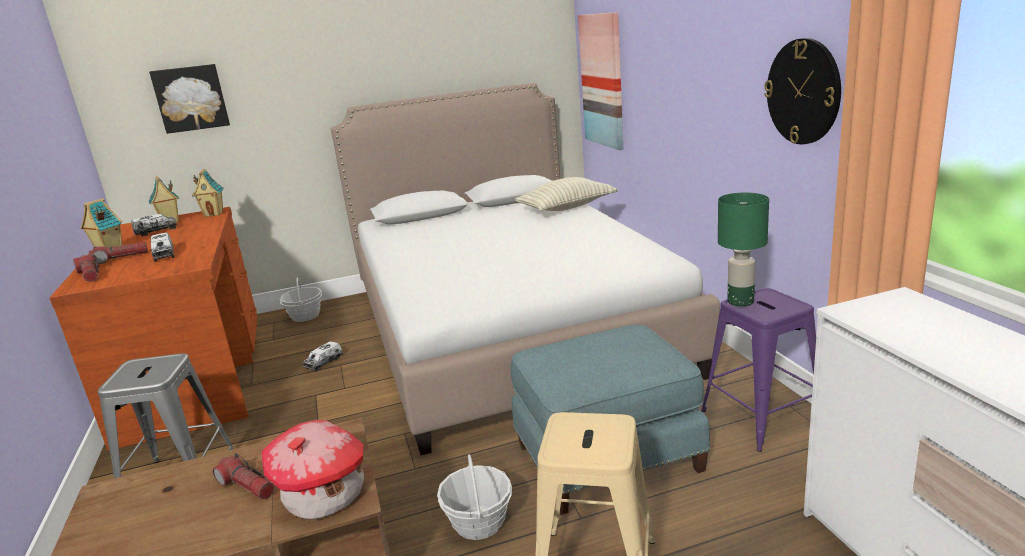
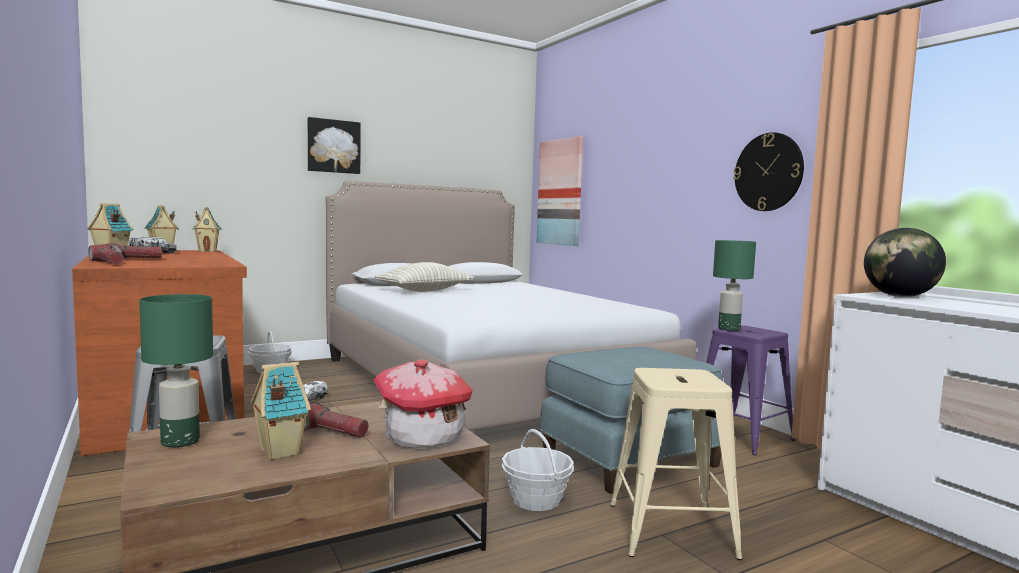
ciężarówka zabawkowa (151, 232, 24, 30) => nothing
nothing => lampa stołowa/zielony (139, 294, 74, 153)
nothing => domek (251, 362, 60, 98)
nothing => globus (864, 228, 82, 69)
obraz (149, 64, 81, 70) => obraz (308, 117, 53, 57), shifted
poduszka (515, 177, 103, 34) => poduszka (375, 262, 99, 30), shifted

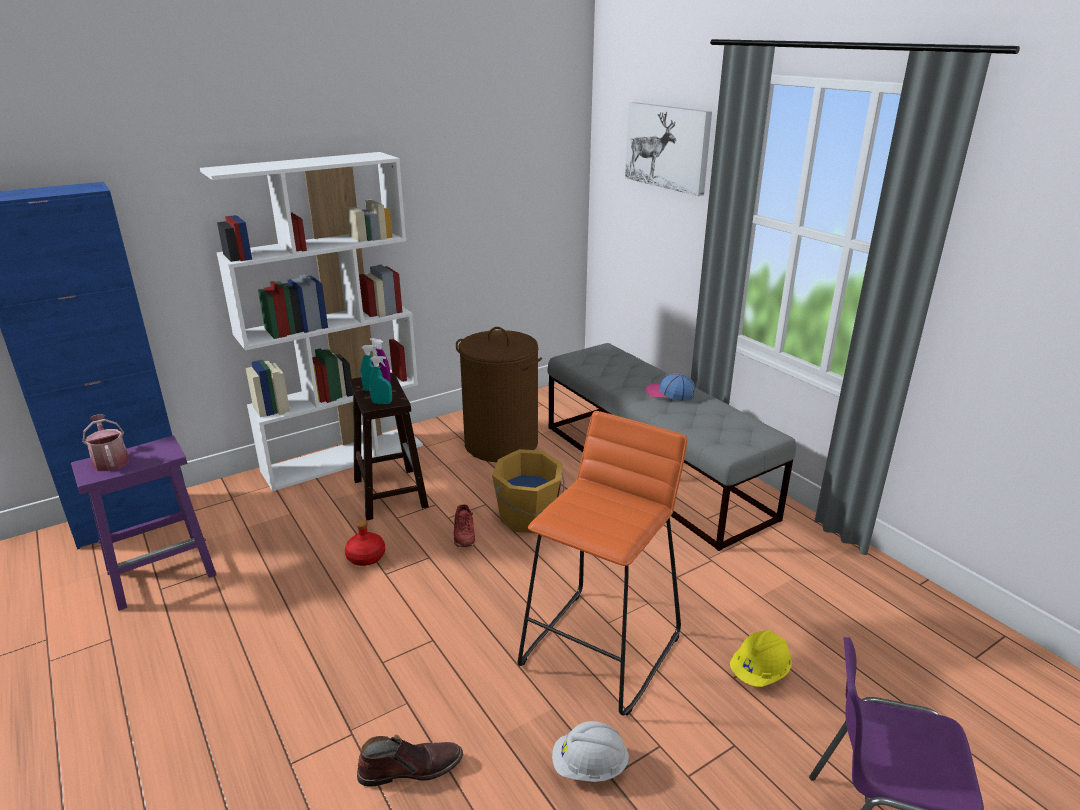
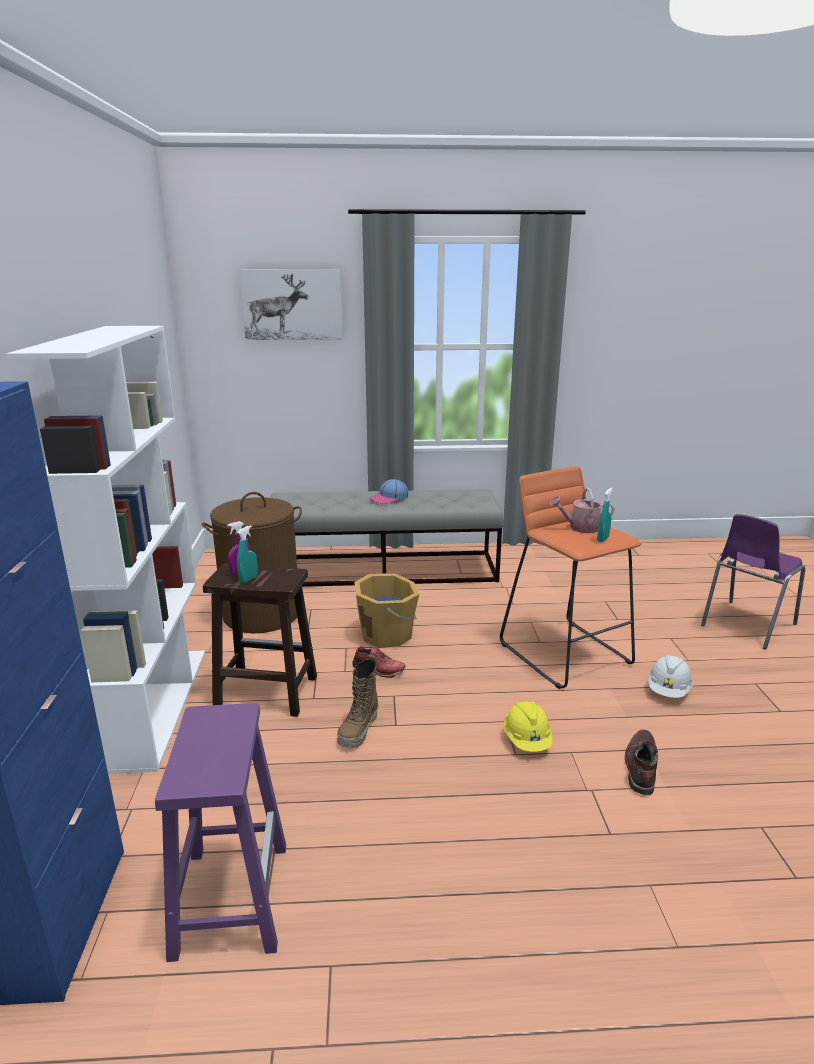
konewka (83, 414, 46, 57) => konewka (549, 488, 65, 45), shifted
spryskiwacz/turkusowy (369, 356, 23, 48) => spryskiwacz/turkusowy (597, 488, 16, 54), shifted
kask/żółty (730, 630, 62, 57) => kask/żółty (504, 701, 49, 51), shifted
butelka/czerwony (345, 520, 40, 46) => but z cholewką (337, 655, 41, 93)

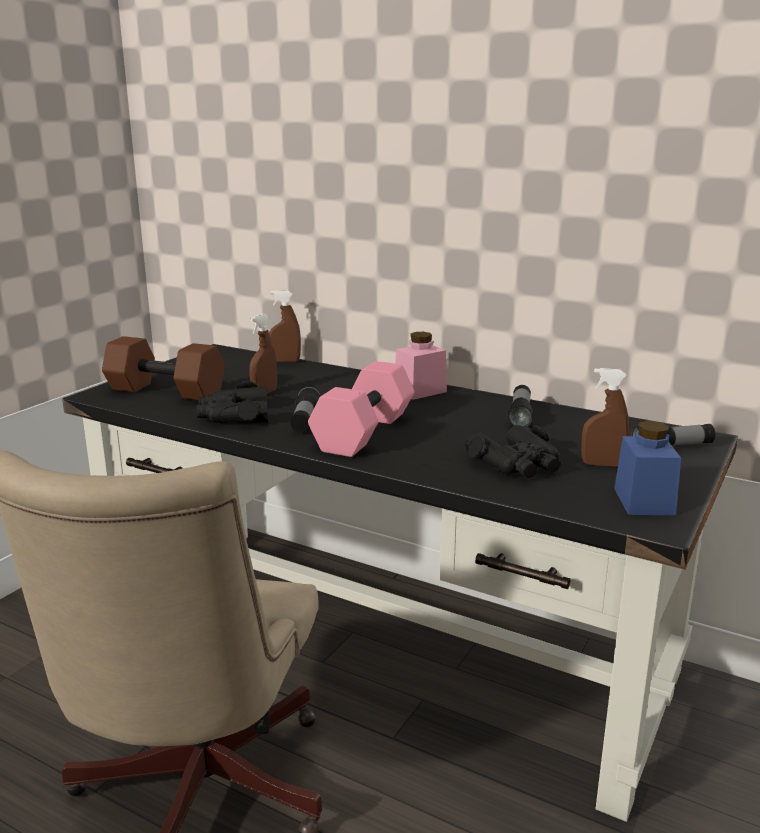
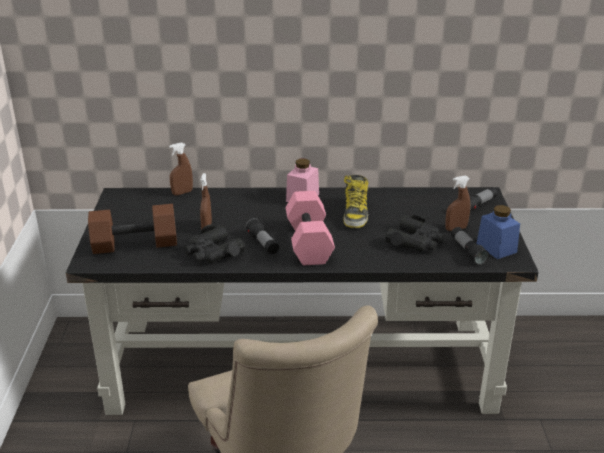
nothing => but z cholewką (343, 175, 25, 53)
latarka (508, 385, 25, 41) => latarka (451, 227, 39, 38), shifted

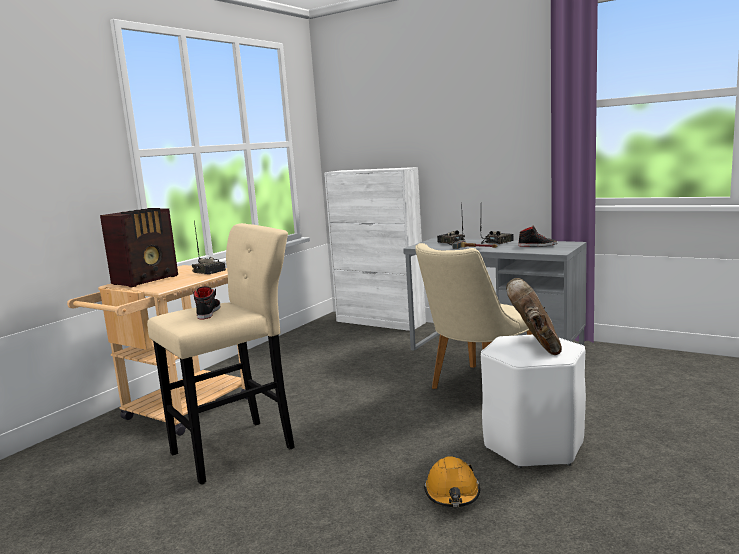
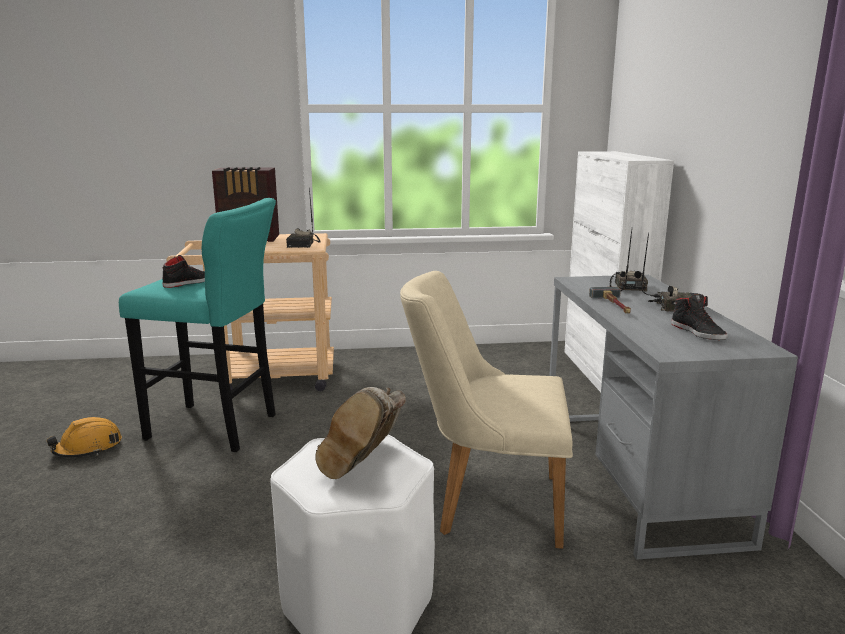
kask/pomarańczowy (424, 456, 56, 51) => kask/pomarańczowy (46, 417, 76, 40), shifted
stołek/beżowy (147, 223, 148, 261) => stołek/turkusowy (119, 198, 157, 254)
but z cholewką/brązowy (506, 278, 56, 77) => but z cholewką/brązowy (315, 387, 91, 92), 150 degrees clockwise

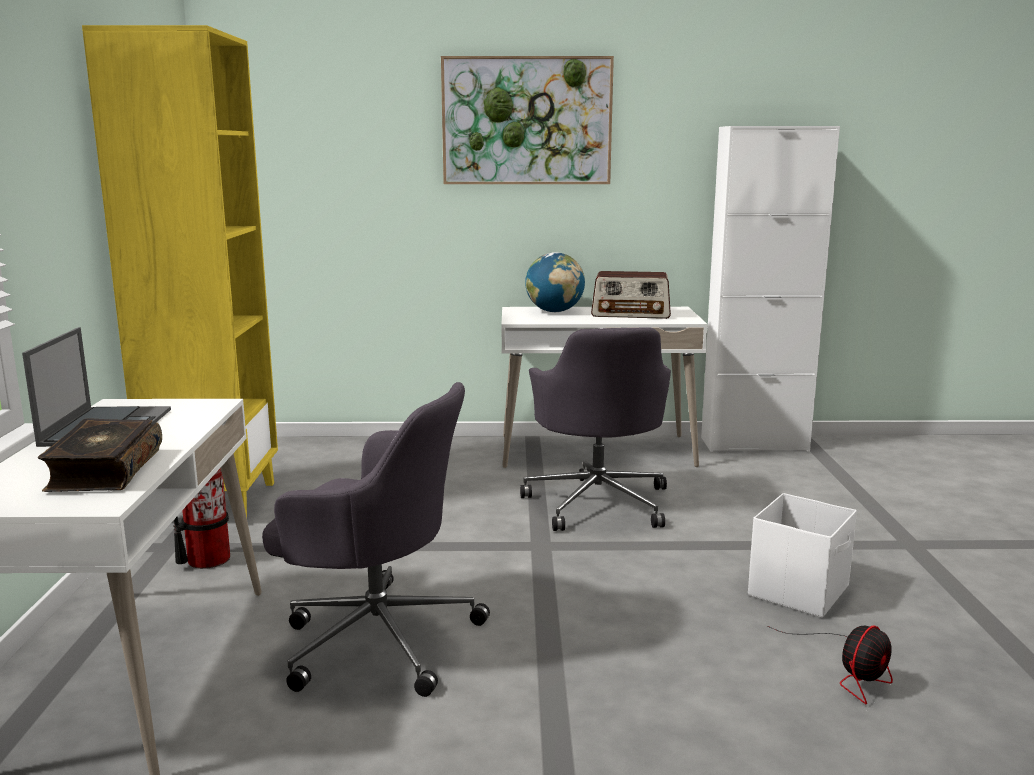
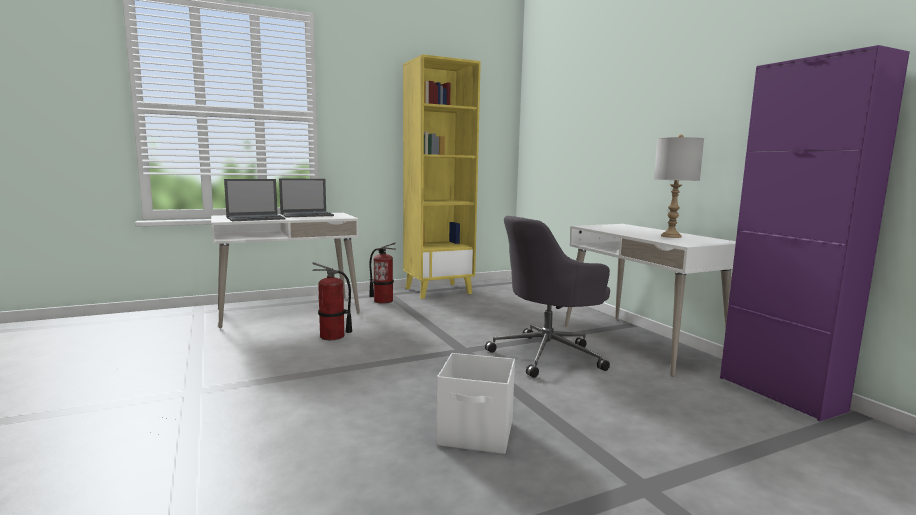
obraz (441, 56, 173, 128) => nothing
globus (525, 252, 60, 60) => nothing
wentylator (768, 626, 125, 78) => nothing
książka (38, 418, 124, 74) => laptop (224, 179, 62, 42)
krzesło biurowe/szary (262, 382, 228, 315) => gaśnica (312, 262, 40, 78)
radio (591, 271, 80, 48) => lampa stołowa/szary (654, 134, 50, 104)
szafka/biały (701, 126, 139, 326) => szafka/fioletowy (720, 45, 190, 376)

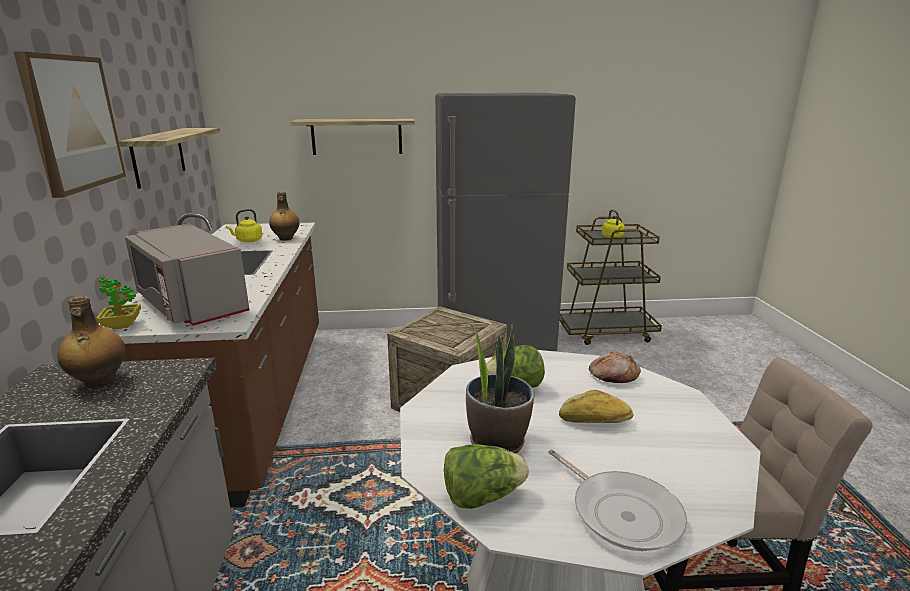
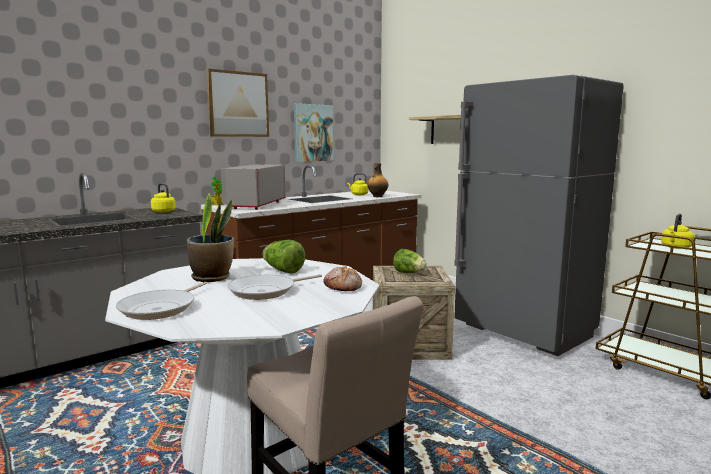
sałata (444, 444, 85, 65) => sałata (393, 249, 34, 24), shifted
butelka (57, 296, 68, 92) => czajnik/żółty (151, 183, 25, 30)
półka (119, 128, 101, 61) => obraz (294, 103, 39, 59)
chleb (559, 390, 74, 33) => patelnia (227, 274, 95, 26)

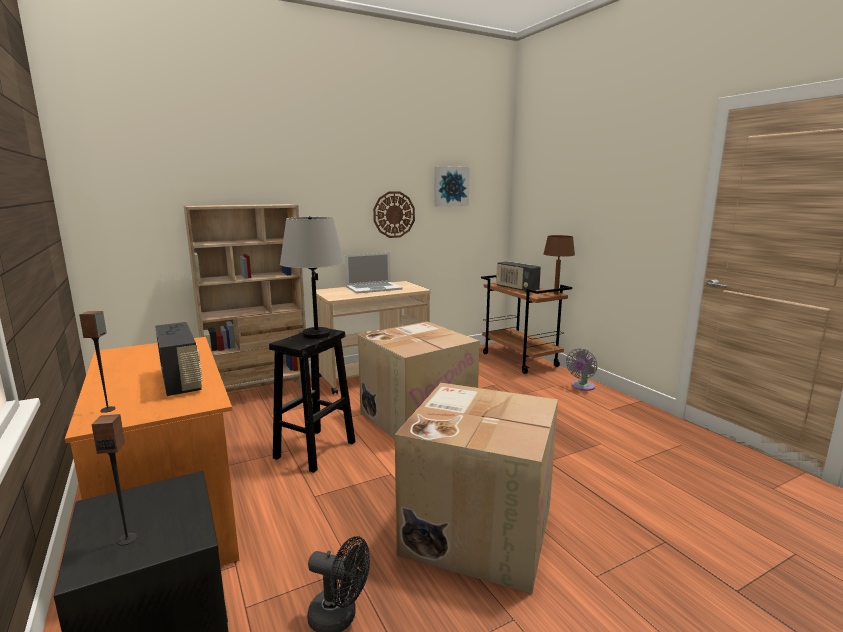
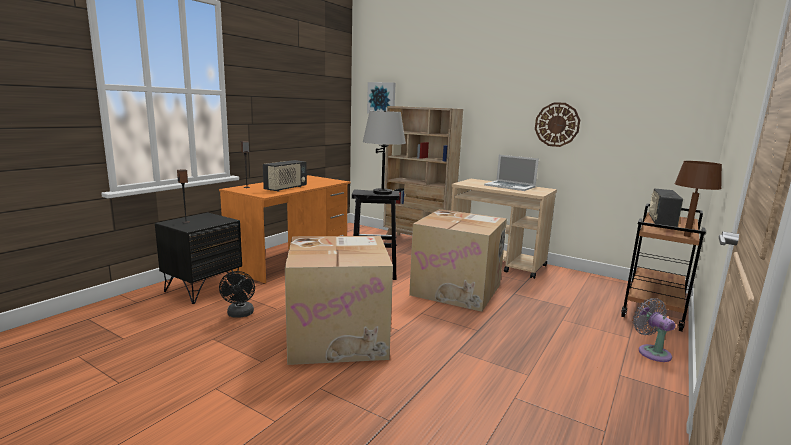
obraz (434, 166, 36, 40) => obraz (367, 82, 28, 32), shifted
wentylator/szary (566, 348, 31, 43) => wentylator/szary (633, 298, 42, 64), 60 degrees clockwise

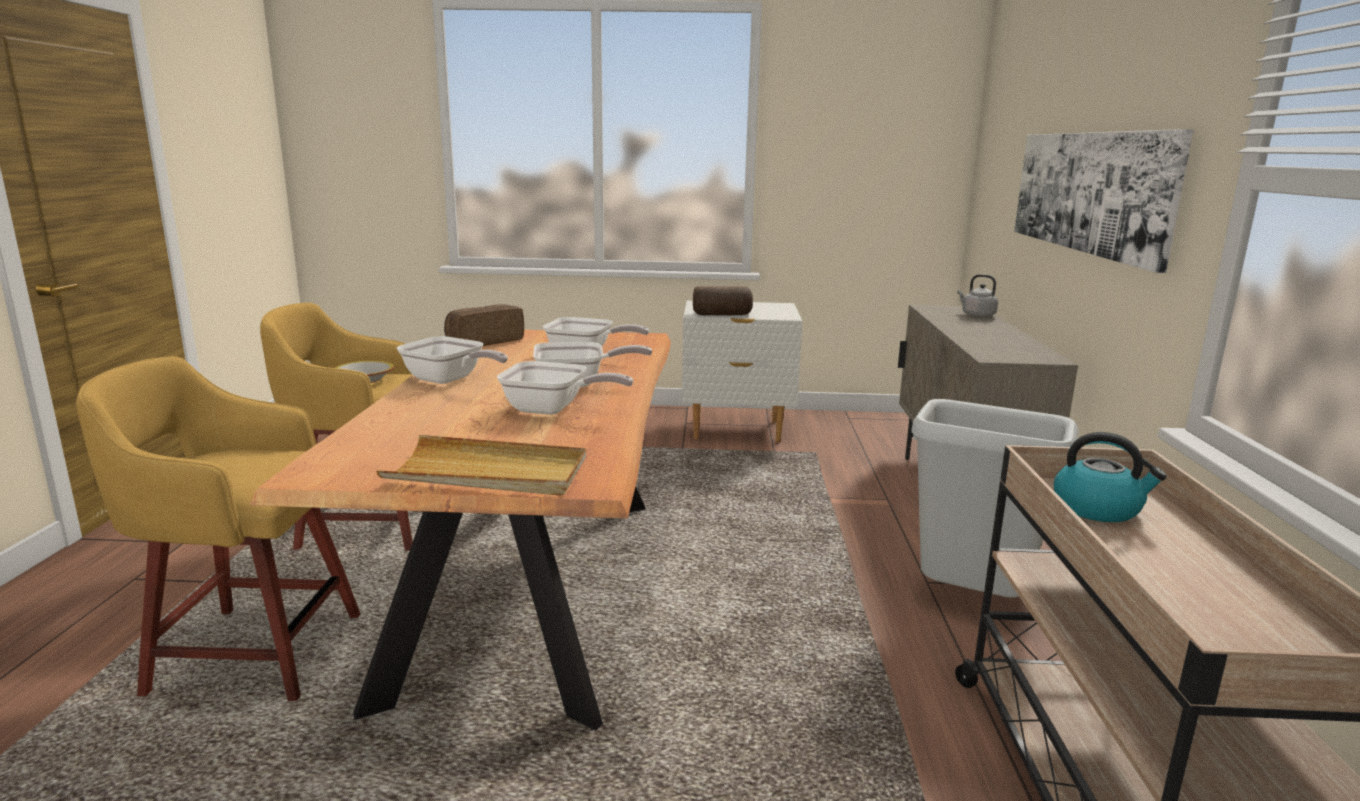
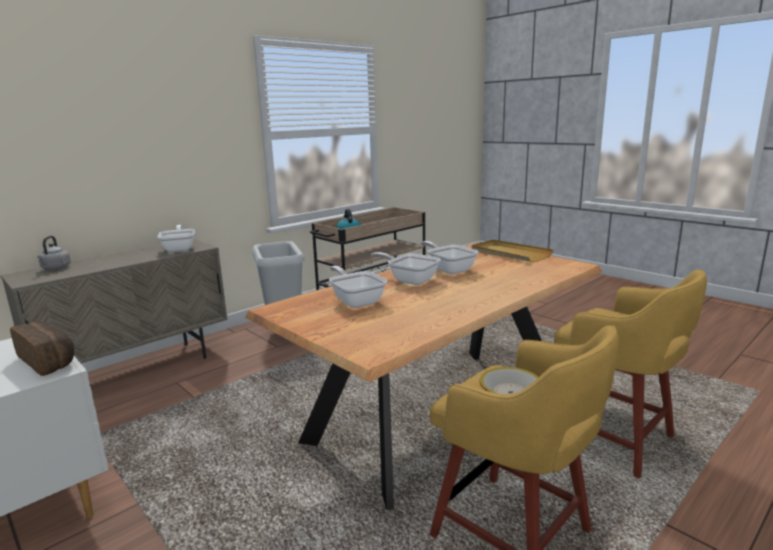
chleb (444, 305, 80, 41) => nothing
obraz (1014, 129, 180, 144) => nothing
patelnia (397, 336, 111, 48) => patelnia (157, 225, 38, 27), shifted

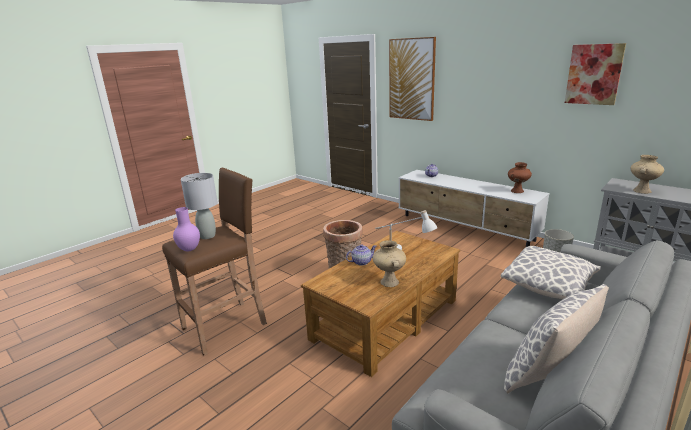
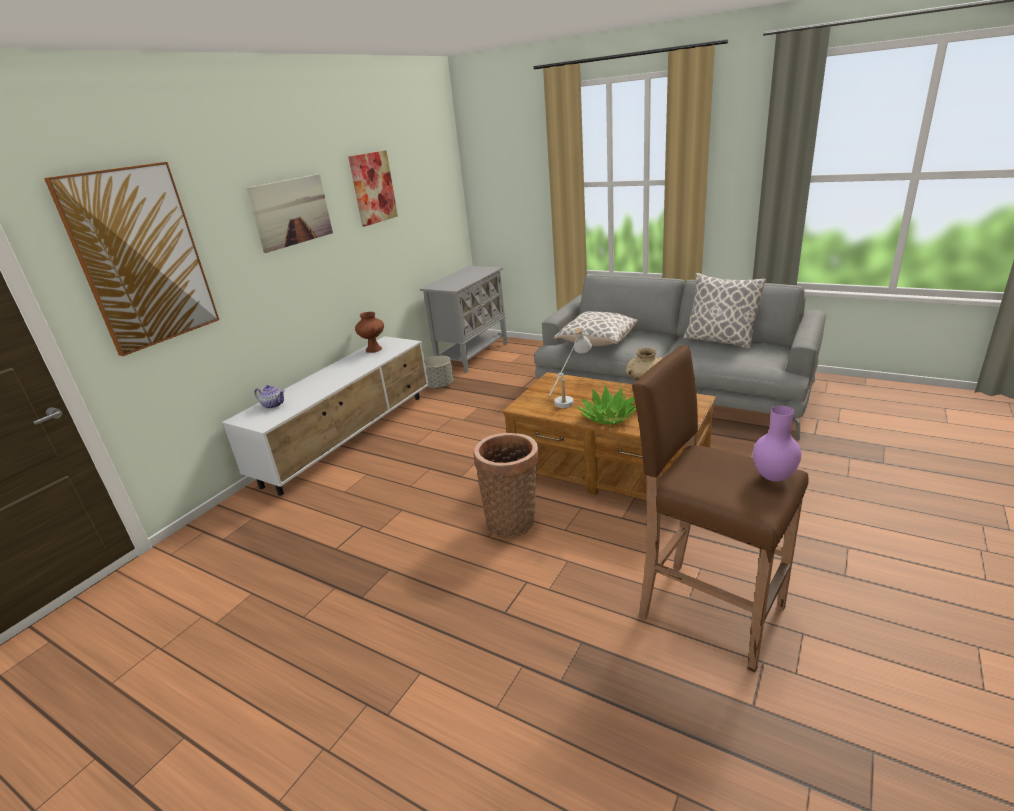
lampa stołowa/szary (181, 173, 37, 66) => nothing
wazon/beżowy (630, 155, 34, 39) => nothing
nothing => obraz (246, 174, 87, 79)
imbryk (346, 244, 30, 22) => roślina doniczkowa (577, 385, 59, 40)

